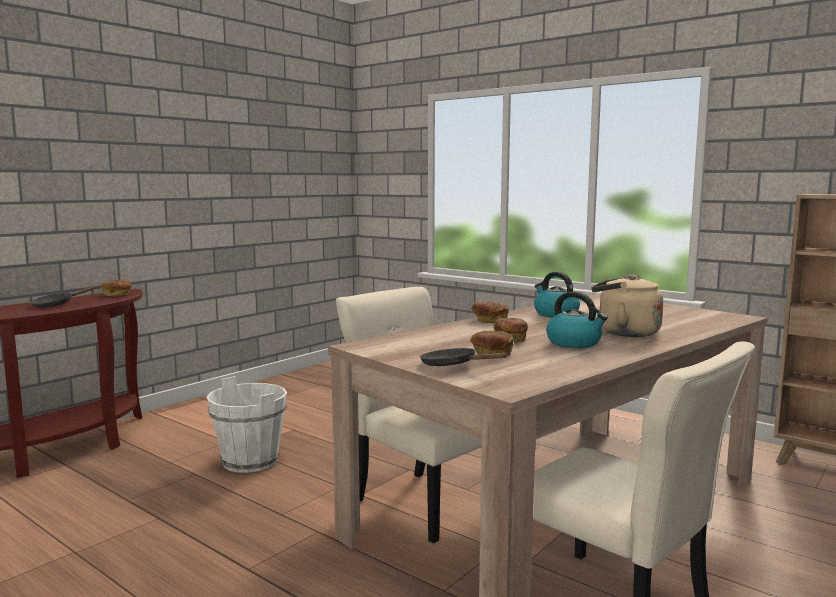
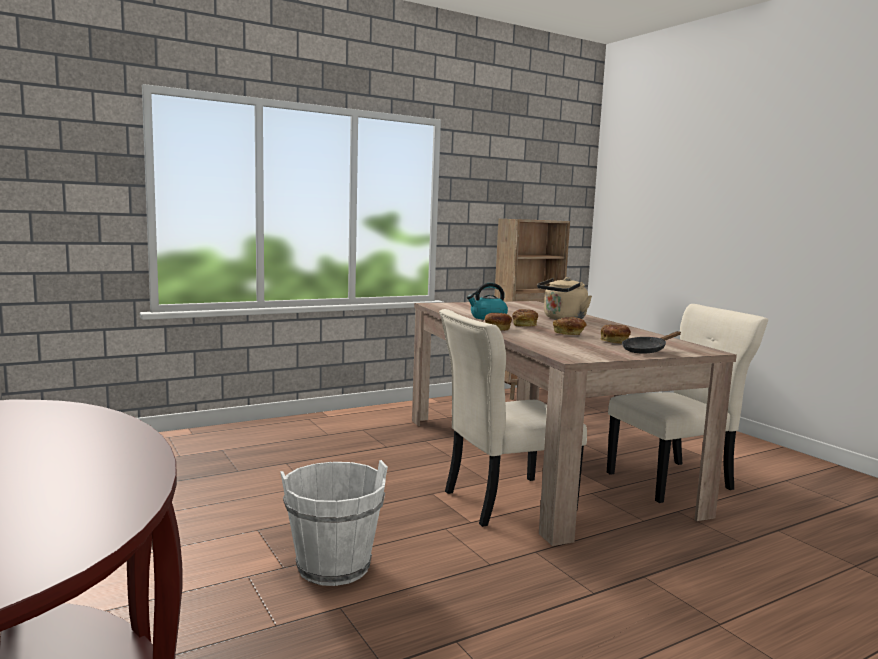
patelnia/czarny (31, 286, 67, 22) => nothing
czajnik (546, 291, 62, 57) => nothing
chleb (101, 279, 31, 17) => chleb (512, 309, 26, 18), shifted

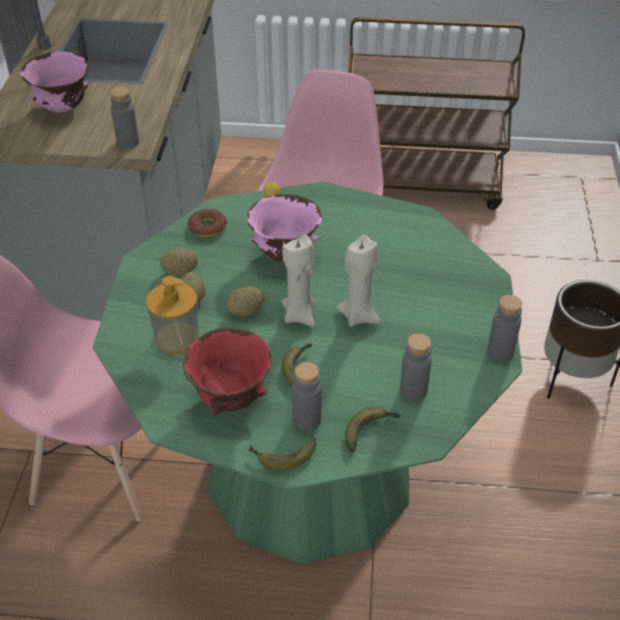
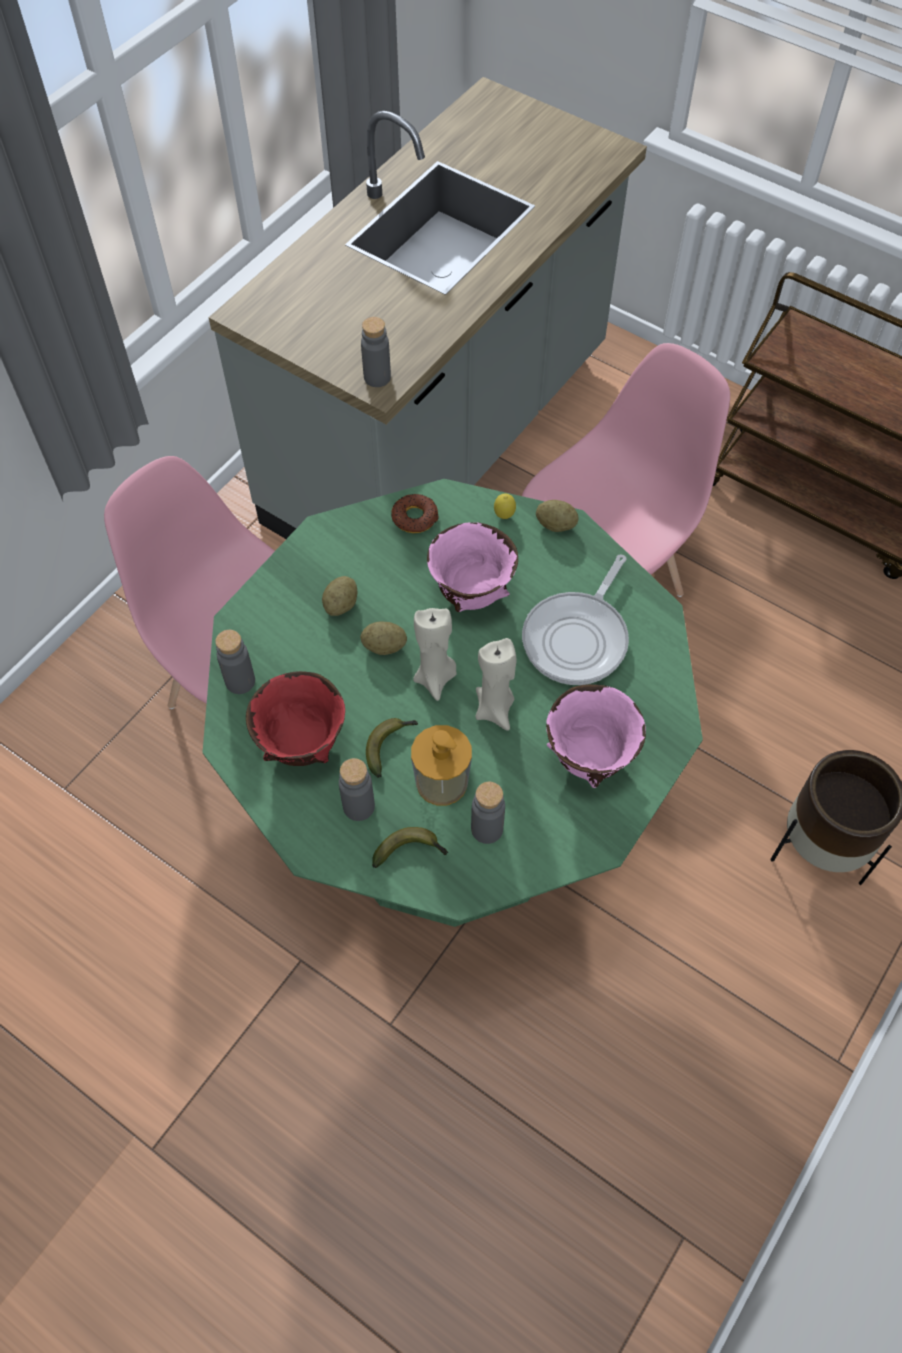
banan (249, 437, 67, 33) => nothing
nothing => patelnia (522, 554, 107, 131)
miska/różowy (20, 52, 69, 61) => miska/różowy (546, 684, 100, 104), shifted
dozownik mydła (146, 276, 53, 78) => dozownik mydła (411, 725, 61, 81), shifted
ziemniak (160, 248, 38, 28) => ziemniak (536, 500, 43, 32), shifted
butelka/szary (487, 295, 35, 66) => butelka/szary (215, 630, 40, 64), shifted

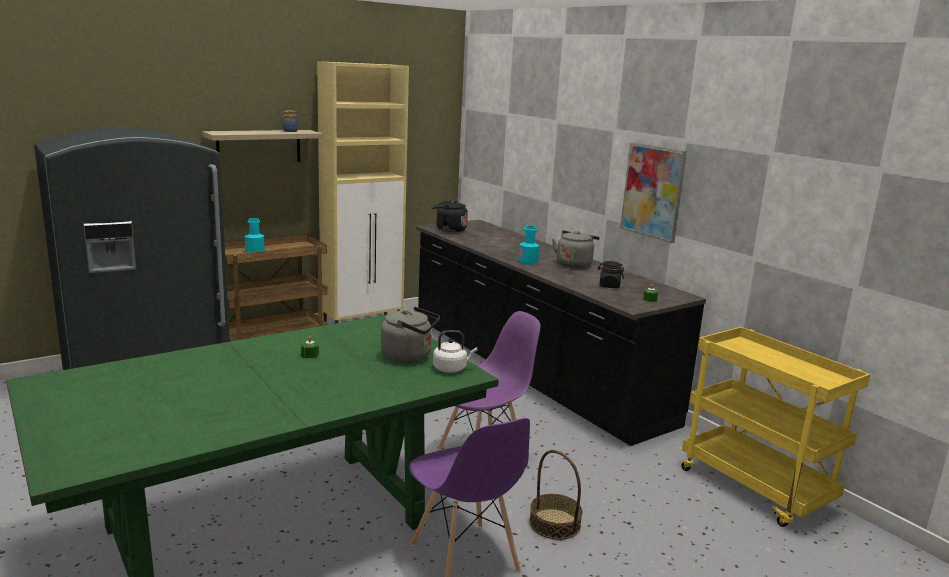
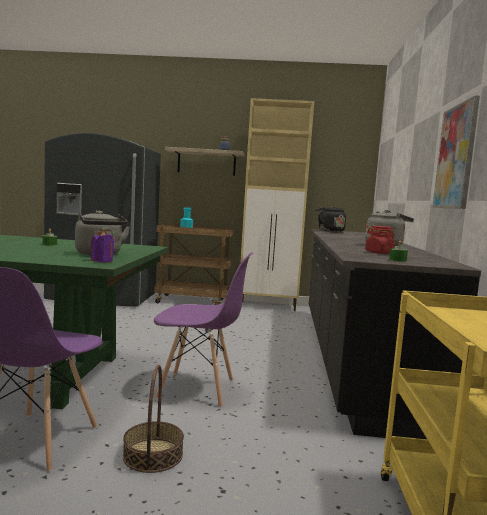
butelka/turkusowy (519, 226, 20, 39) => nothing
czajnik/biały (433, 330, 44, 43) => świeca/fioletowy (91, 231, 23, 31)
słoik/czarny (598, 261, 26, 27) => słoik/czerwony (365, 226, 30, 28)

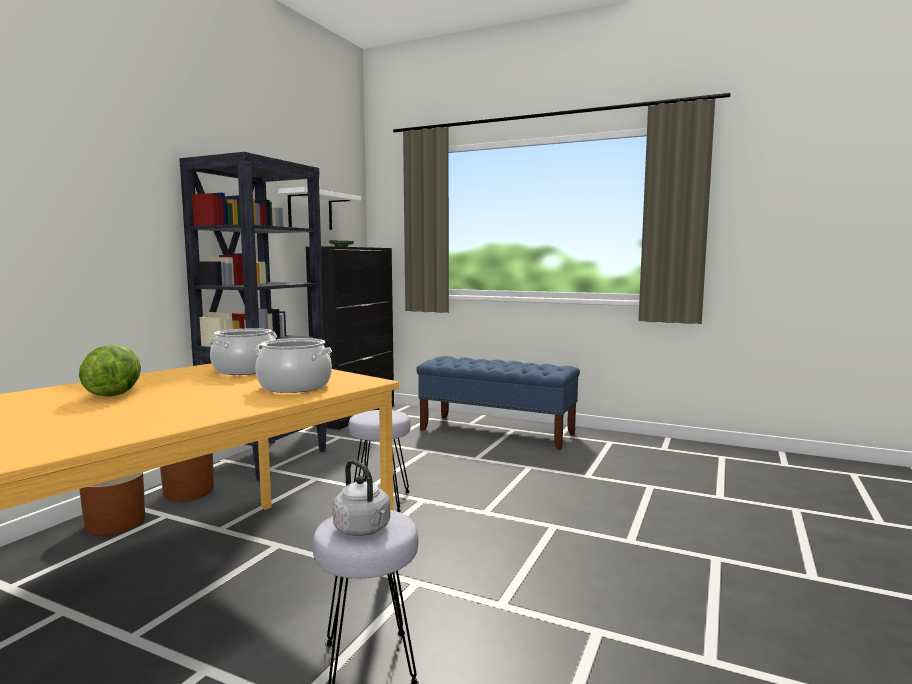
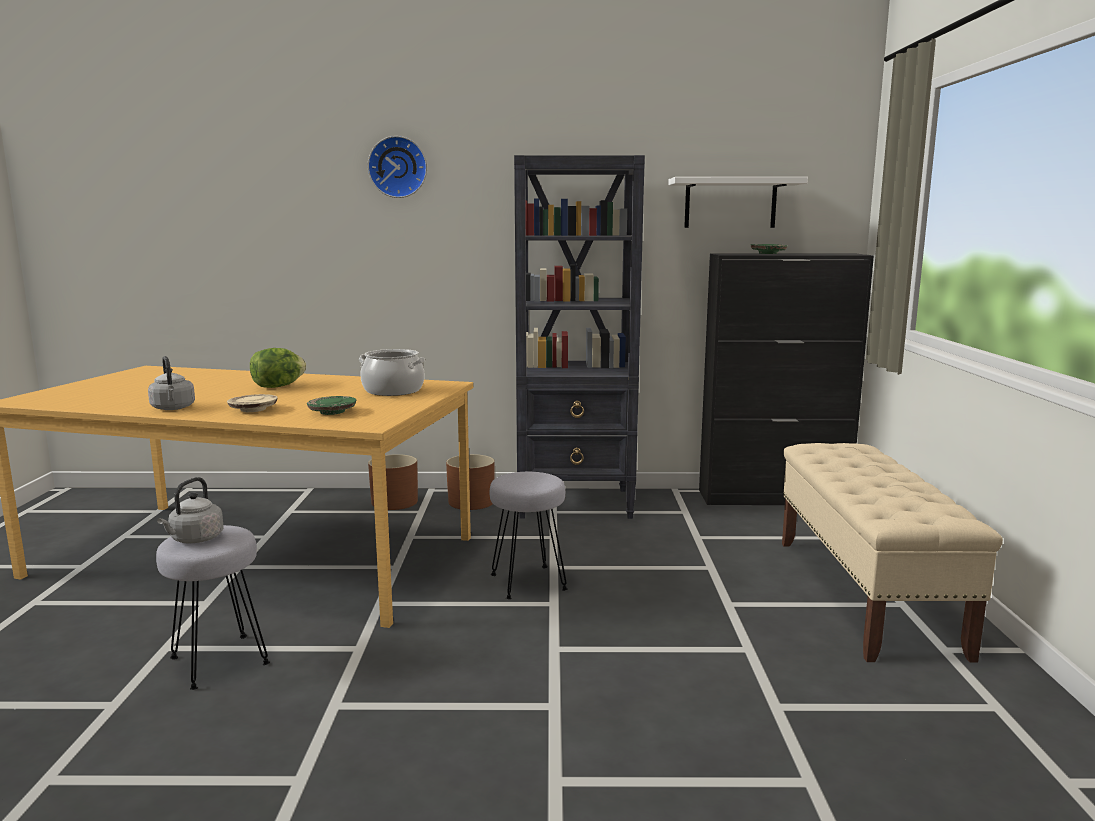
nothing => czajnik/szary (148, 356, 47, 54)
nothing => talerz/beżowy (227, 394, 51, 18)
nothing => zegar ścienny (368, 136, 59, 62)
garnek (255, 338, 78, 55) => talerz/zielony (307, 396, 49, 19)
ławka/niebieski (416, 356, 164, 94) => ławka/beżowy (782, 443, 221, 220)

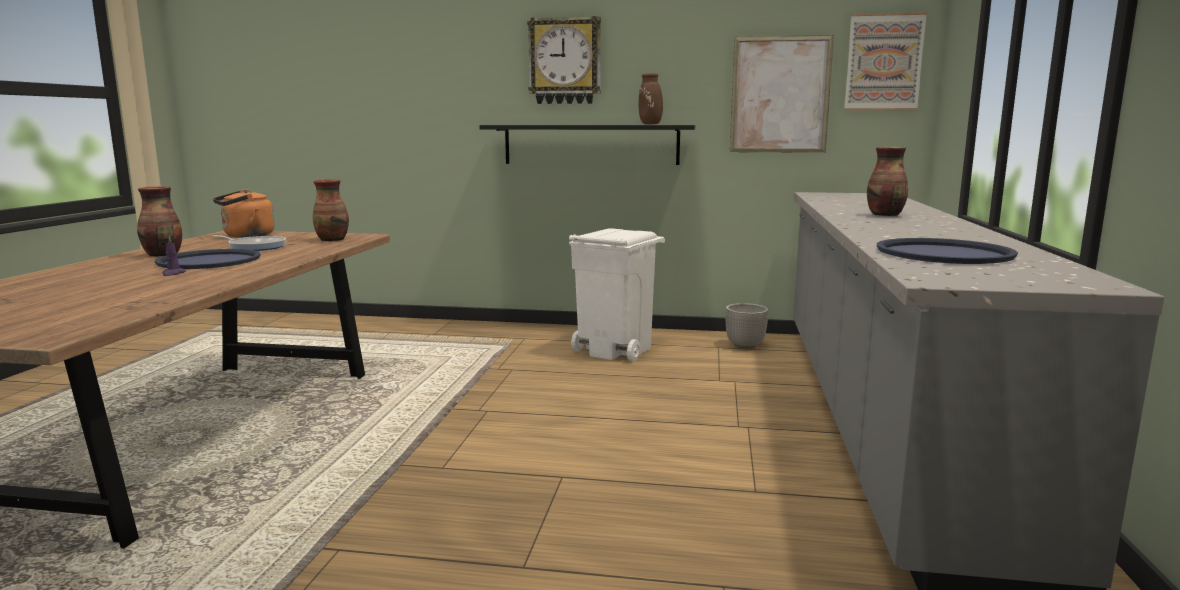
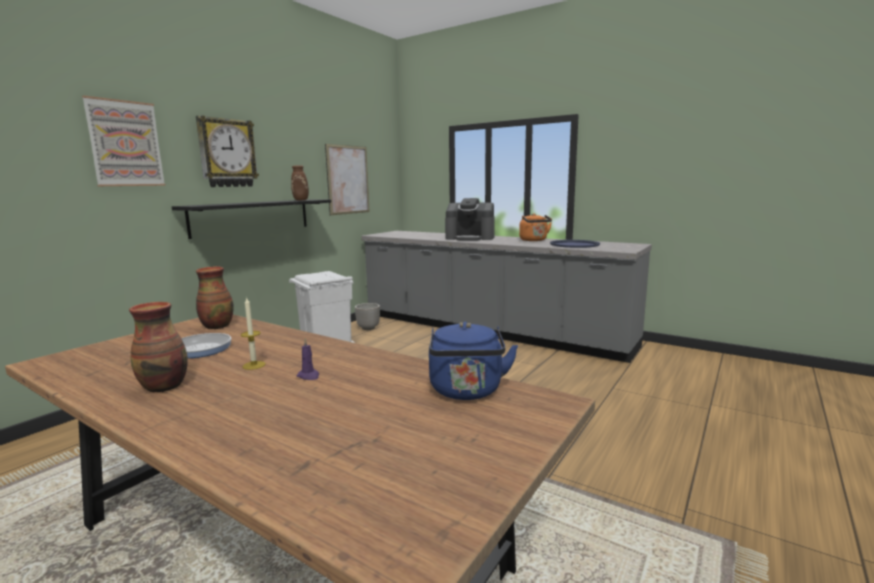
nothing => czajnik/niebieski (429, 322, 89, 78)
czajnik/pomarańczowy (213, 189, 62, 49) => czajnik/pomarańczowy (519, 213, 33, 28), shifted
obraz (844, 12, 83, 98) => obraz (82, 96, 83, 90), shifted
taca/niebieski (155, 249, 106, 20) => świeca (241, 298, 25, 72)
wazon (867, 147, 41, 69) => ekspres do kawy (445, 198, 50, 43)

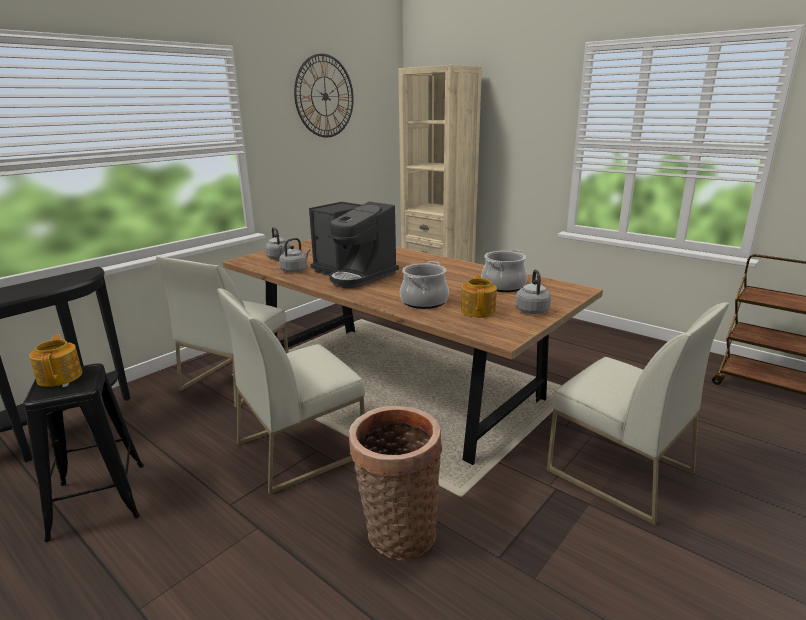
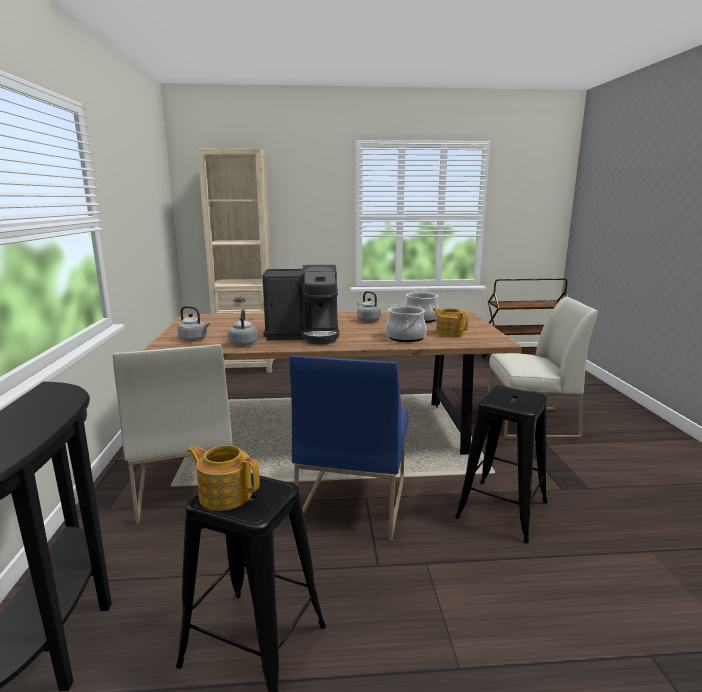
zegar ścienny (294, 54, 60, 83) => nothing
czajnik/szary (516, 269, 35, 45) => czajnik/szary (357, 291, 24, 31), shifted
koszyk (349, 406, 93, 154) => stołek/czarny (455, 386, 93, 157)
krzesło/biały (217, 288, 148, 207) => krzesło/niebieski (290, 355, 118, 186)

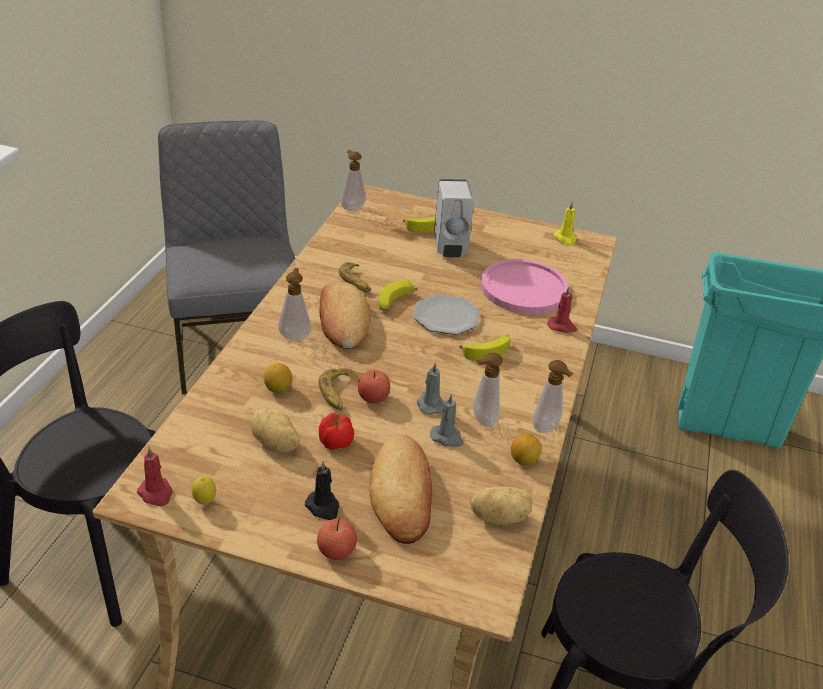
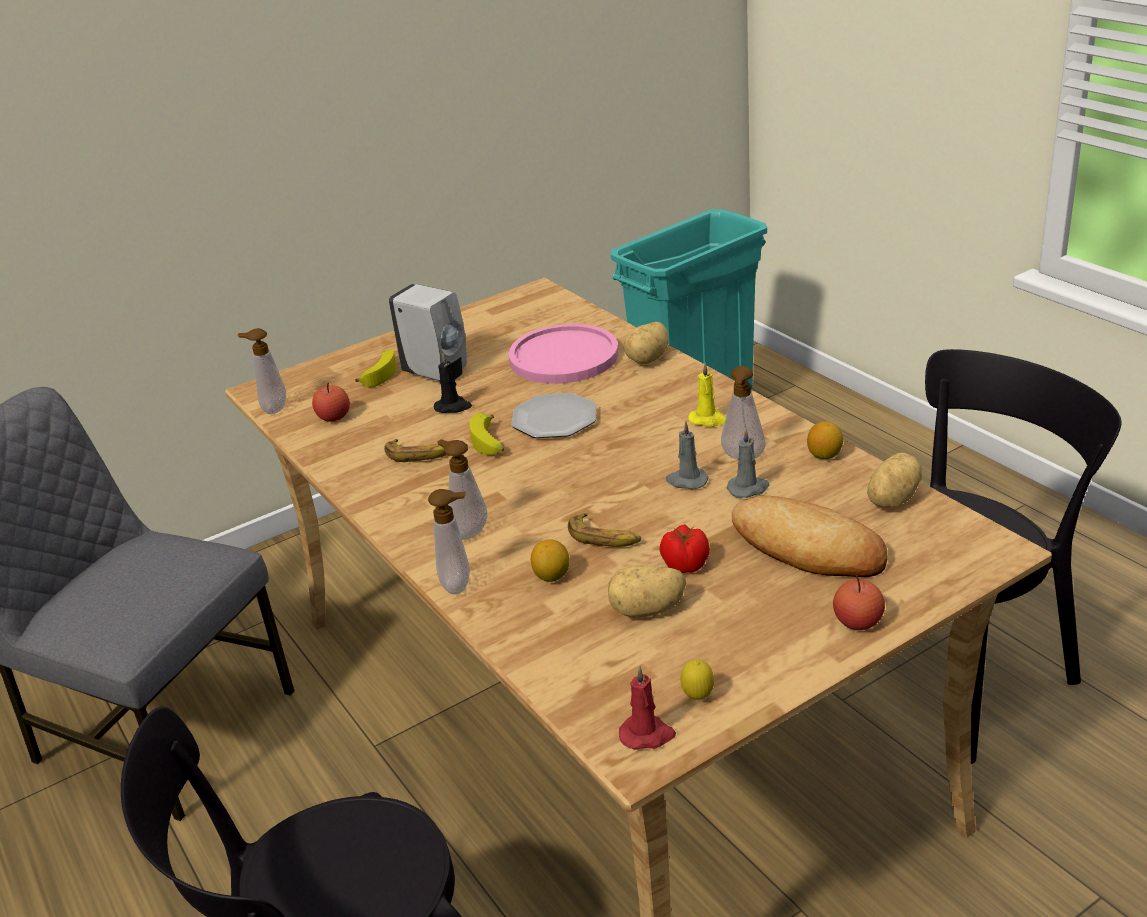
chleb (319, 281, 51, 68) => nothing
banan (459, 335, 52, 26) => nothing
świeca/czarny (305, 461, 35, 59) => świeca/czarny (434, 353, 38, 60), shifted
jabłko (358, 370, 32, 33) => jabłko (312, 383, 38, 39), shifted
dozownik mydła (533, 360, 41, 73) => dozownik mydła (428, 489, 42, 105), shifted
świeca/żółty (553, 201, 23, 45) => świeca/żółty (688, 363, 38, 64), shifted
świeca/czerwony (547, 286, 30, 47) => ziemniak (624, 322, 45, 42)

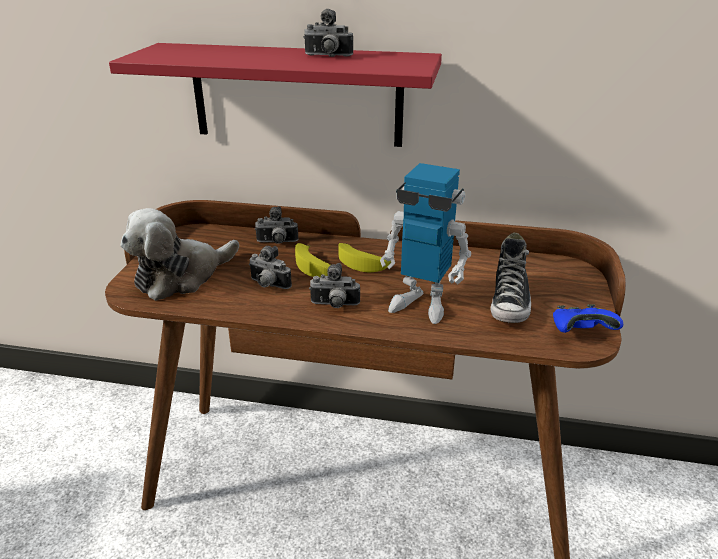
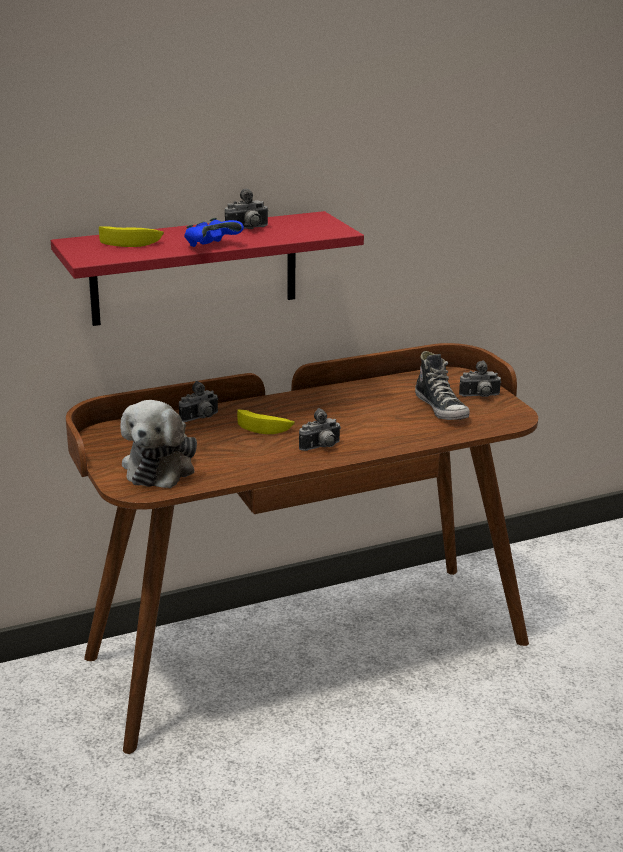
robot zabawkowy (380, 163, 91, 161) => nothing
aparat fotograficzny (249, 246, 43, 43) => aparat fotograficzny (459, 360, 43, 37), shifted
banan (338, 243, 53, 29) => banan (99, 226, 65, 21), shifted
pad do gier/niebieski (553, 304, 70, 29) => pad do gier/niebieski (184, 218, 60, 29), shifted

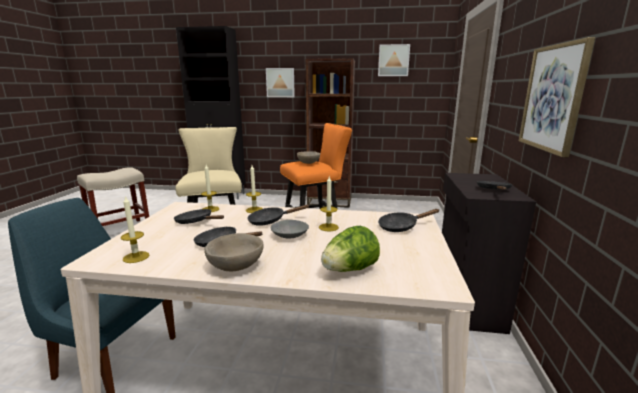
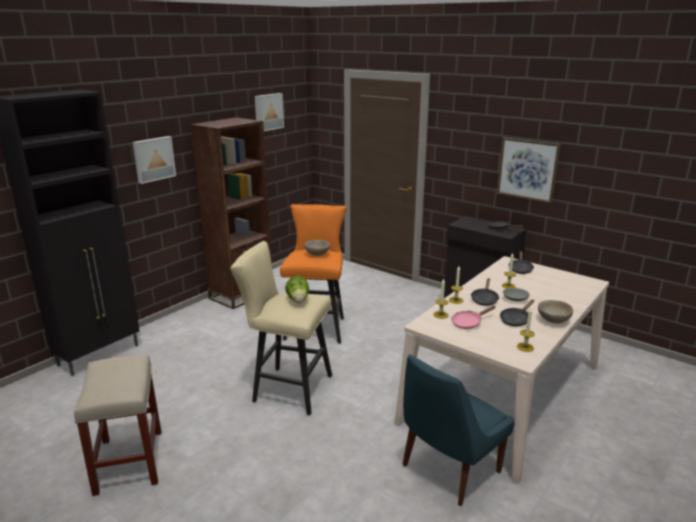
sałata (321, 226, 59, 46) => sałata (285, 276, 24, 27), shifted
patelnia/czarny (174, 209, 50, 15) => patelnia/różowy (451, 306, 45, 23)

